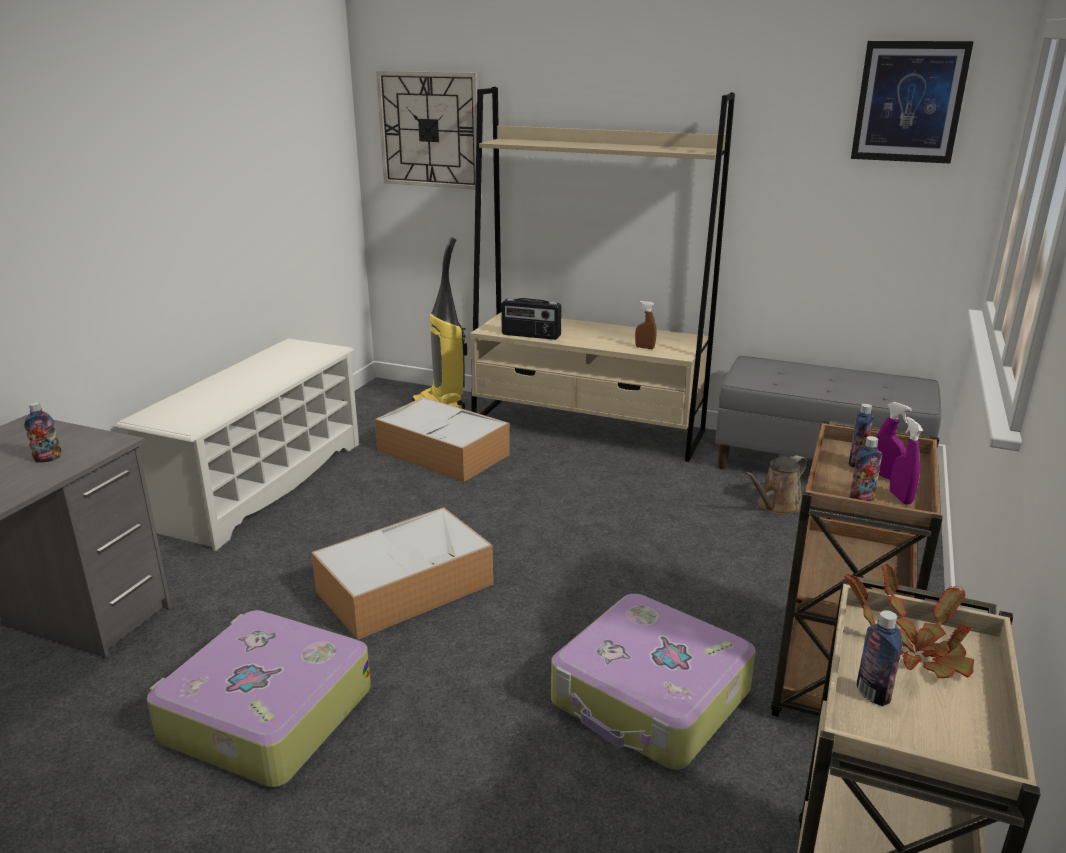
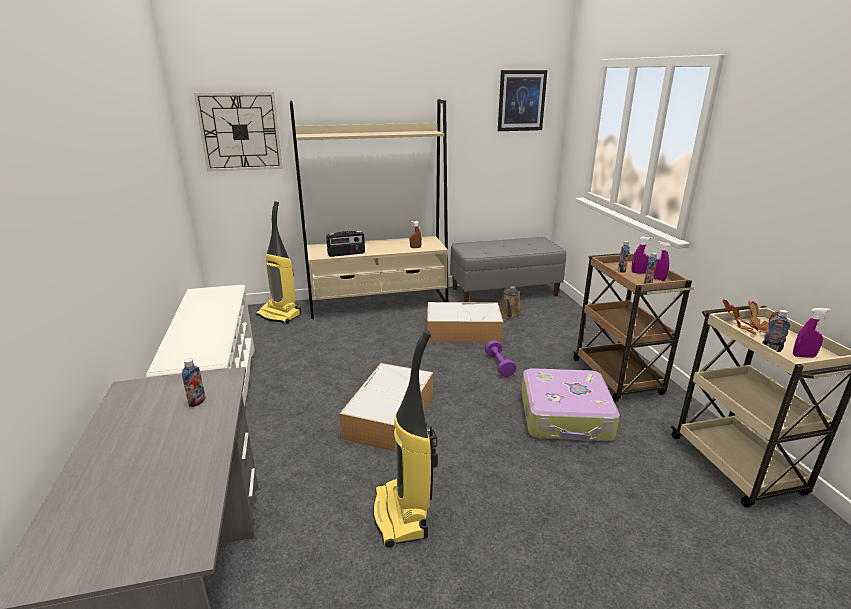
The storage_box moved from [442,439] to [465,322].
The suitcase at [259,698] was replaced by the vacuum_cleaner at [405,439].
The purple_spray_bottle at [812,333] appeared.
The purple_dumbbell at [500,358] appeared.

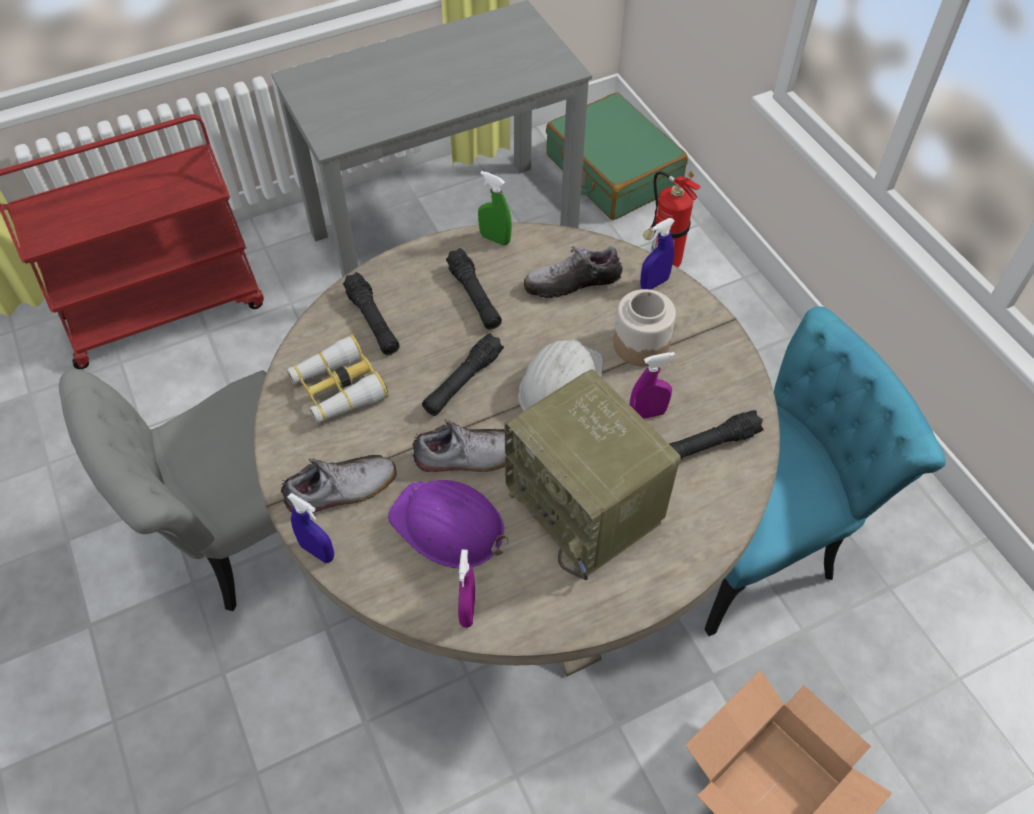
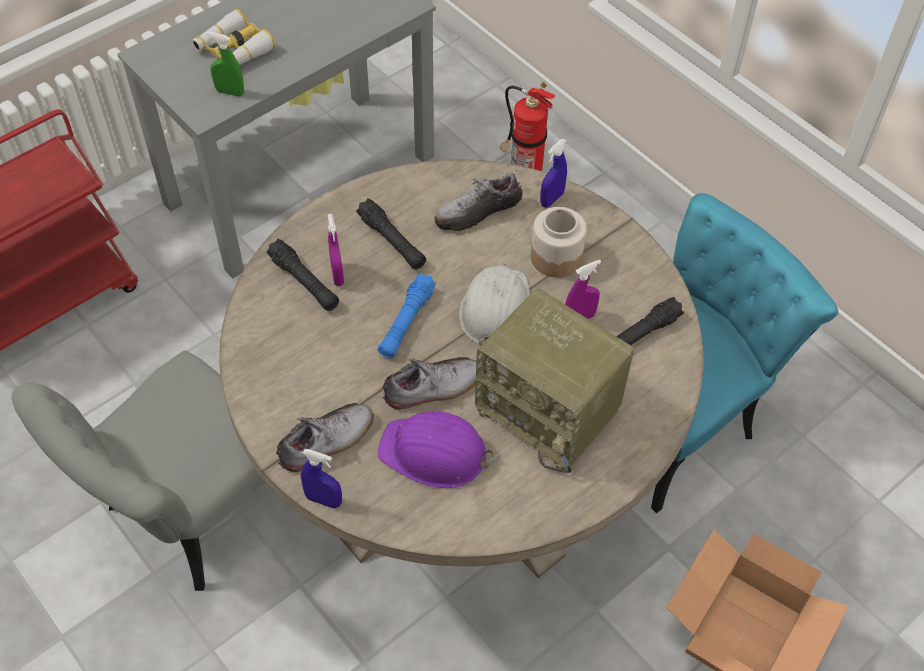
The green_suitcase at [617,156] disappeared.
The green_spray_bottle moved from [495,208] to [225,64].
The black_flashlight at [463,374] became the blue_flashlight at [407,315].
The binoculars moved from [337,379] to [234,37].
The purple_spray_bottle moved from [466,588] to [336,250].

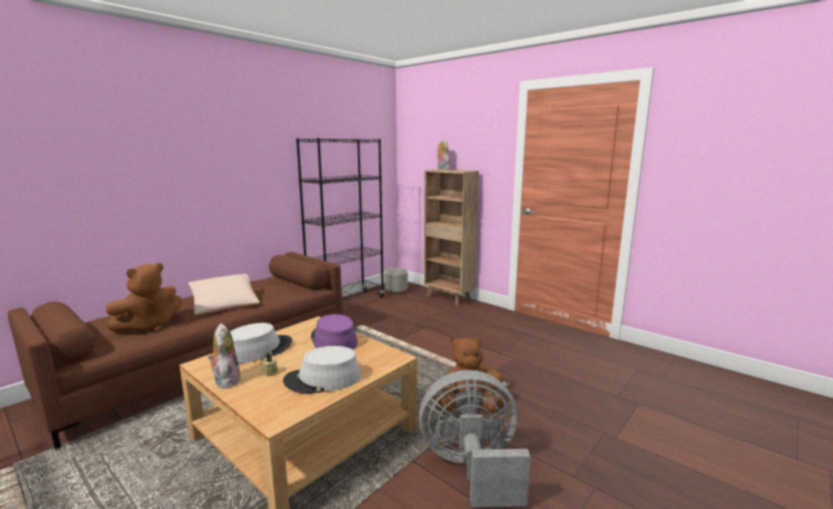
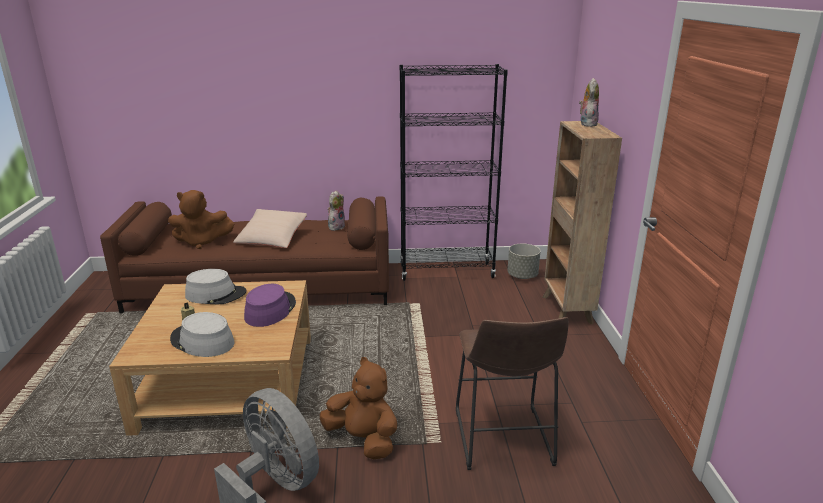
The plush_toy moved from [224,355] to [336,210].
The brown_stool at [512,393] appeared.

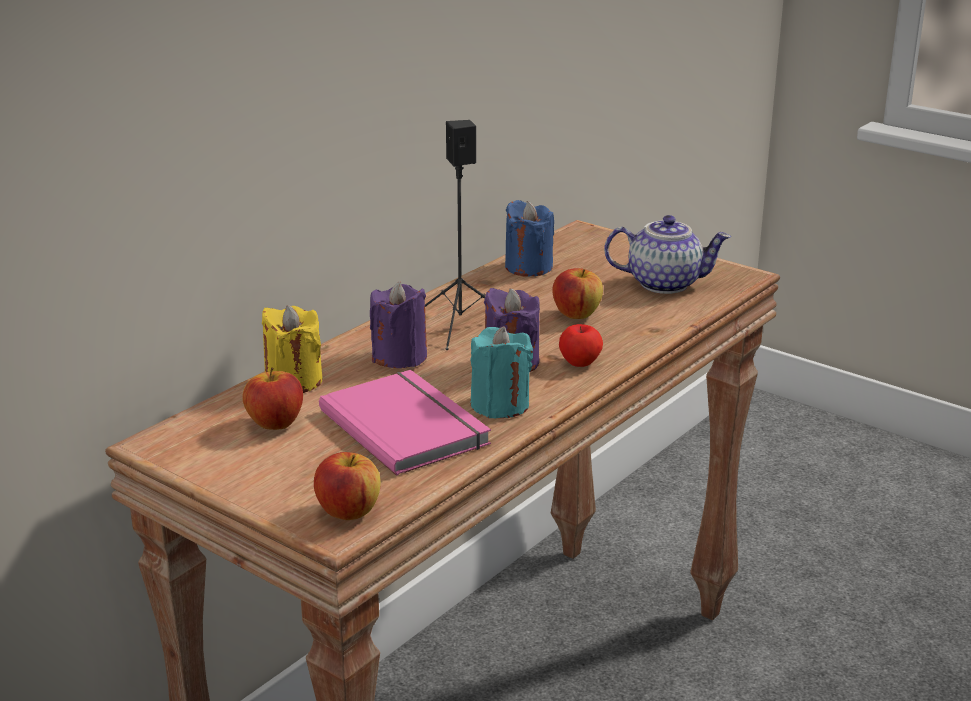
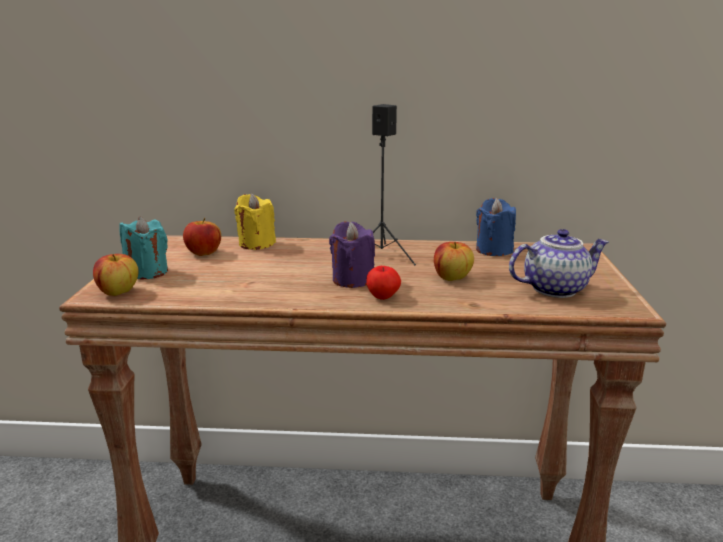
The teapot at [667,254] turned 75 degrees counterclockwise.
The purple_candle at [398,324] disappeared.
The turquoise_candle moved from [501,372] to [144,247].
The pink_book at [405,423] disappeared.

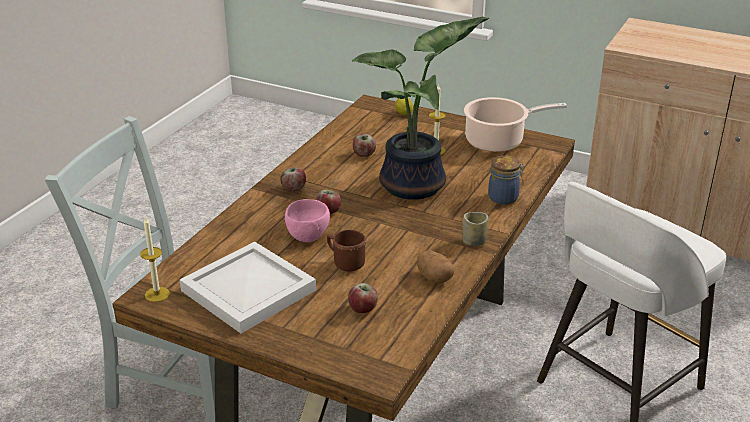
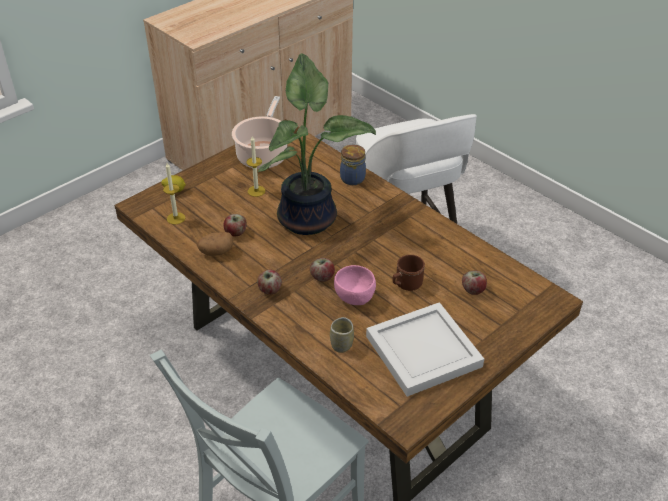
The cup moved from [475,229] to [342,335].
The candle moved from [155,259] to [174,194].
The potato moved from [435,267] to [215,244].

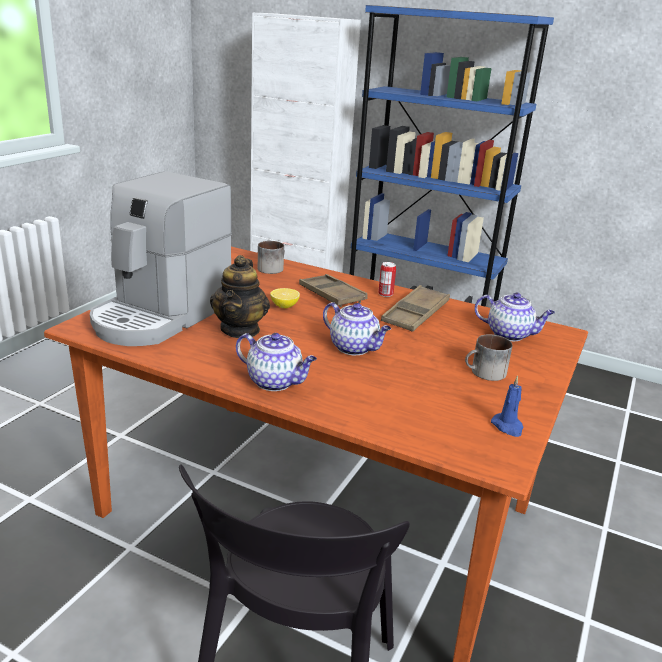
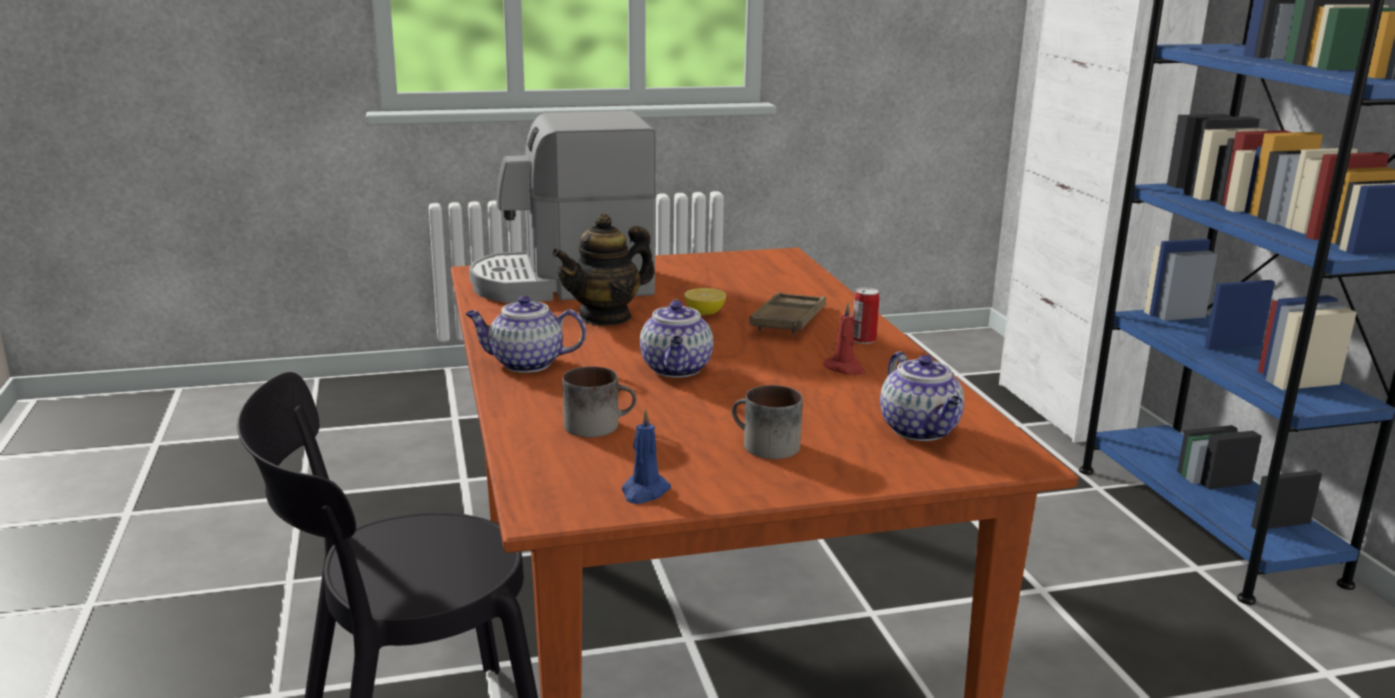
The mug moved from [271,257] to [600,401].
The brown_tray at [415,308] was replaced by the red_candle at [844,338].
The teapot at [276,362] turned 105 degrees clockwise.

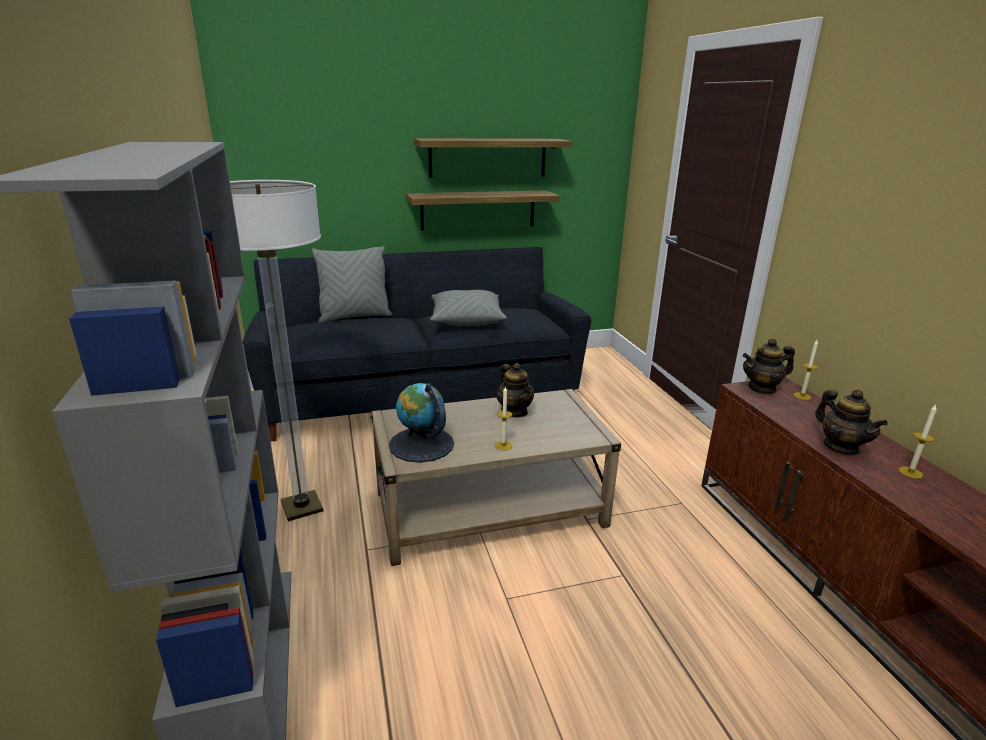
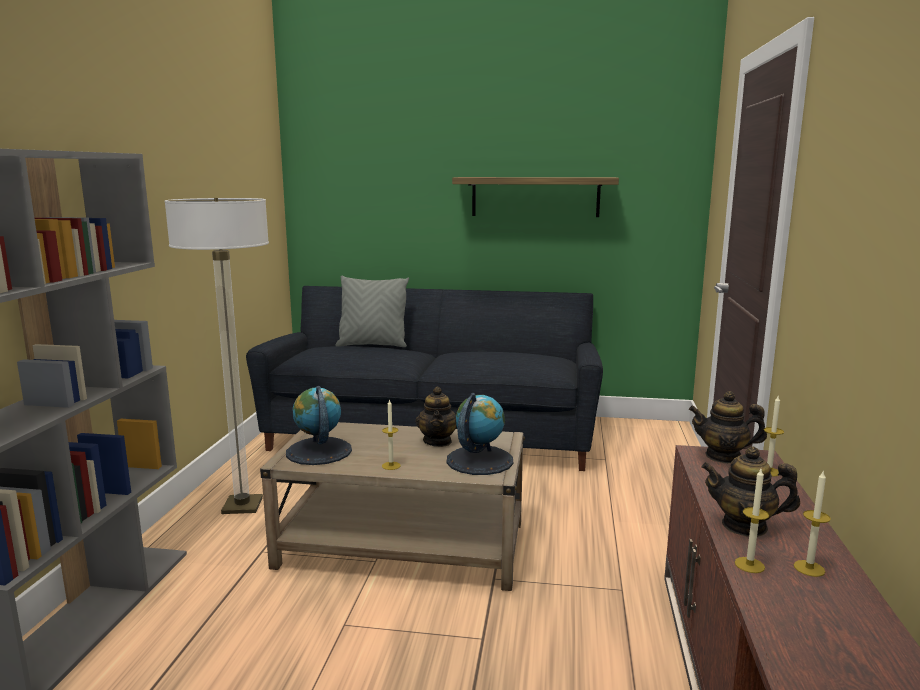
The shelf at [482,210] disappeared.
The grey_pillow at [468,308] disappeared.
The teapot at [851,422] turned 105 degrees clockwise.
The globe at [480,434] appeared.
The candle at [752,521] appeared.

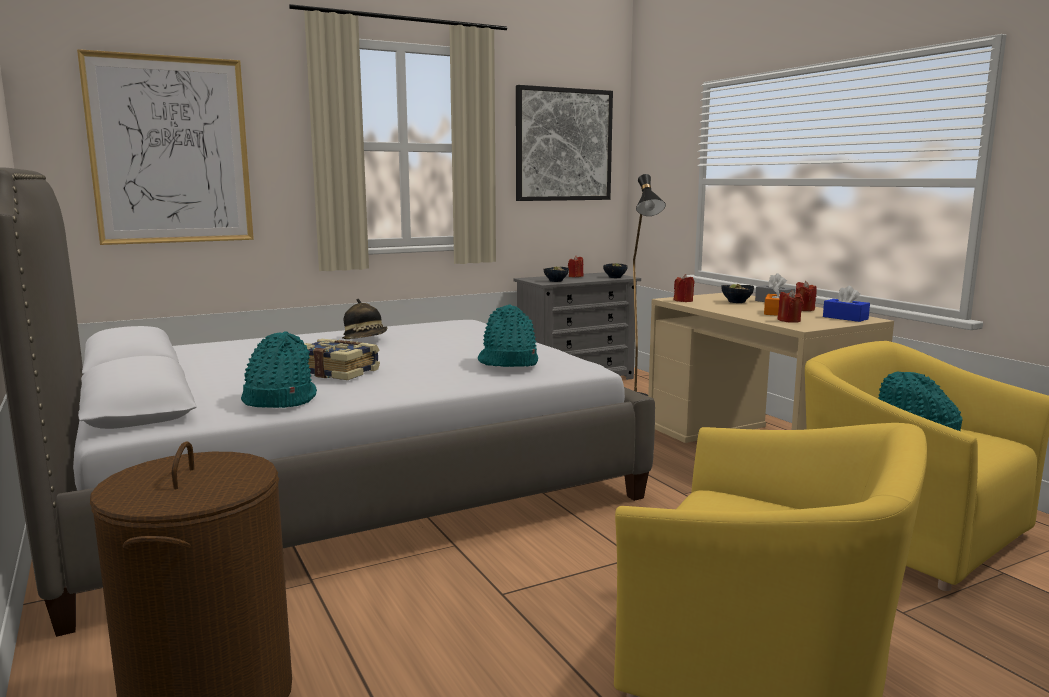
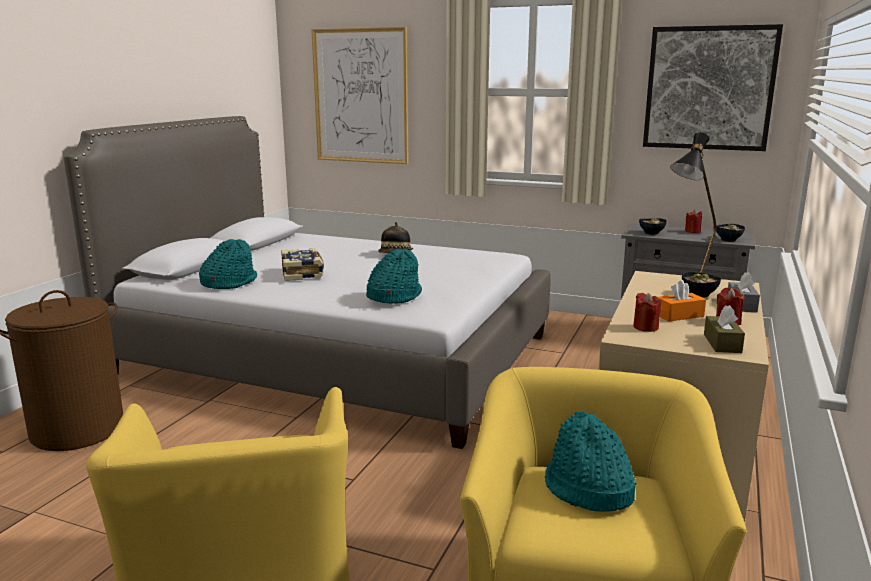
The red_candle at [684,288] disappeared.
The blue_tissue_box at [846,304] became the brown_tissue_box at [724,329].

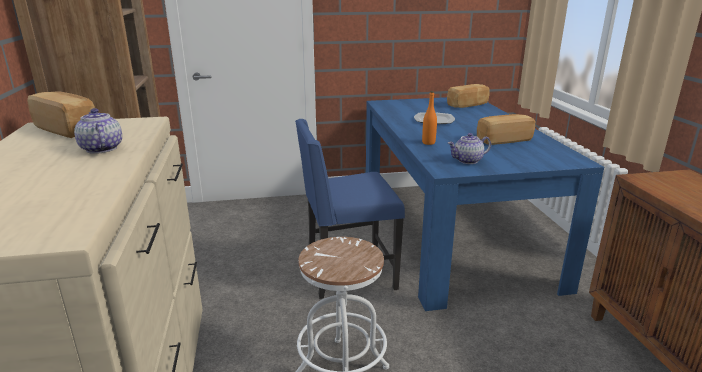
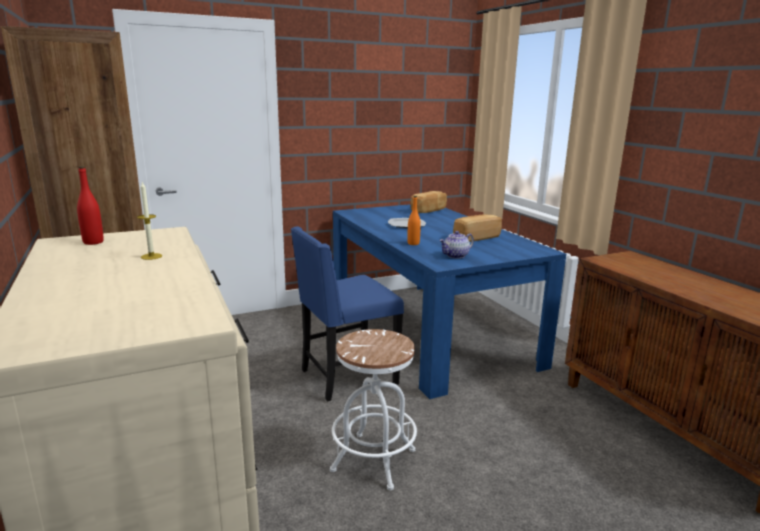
The bread at [61,115] was replaced by the red_bottle at [90,206].
The teapot at [98,131] was replaced by the candle at [150,220].

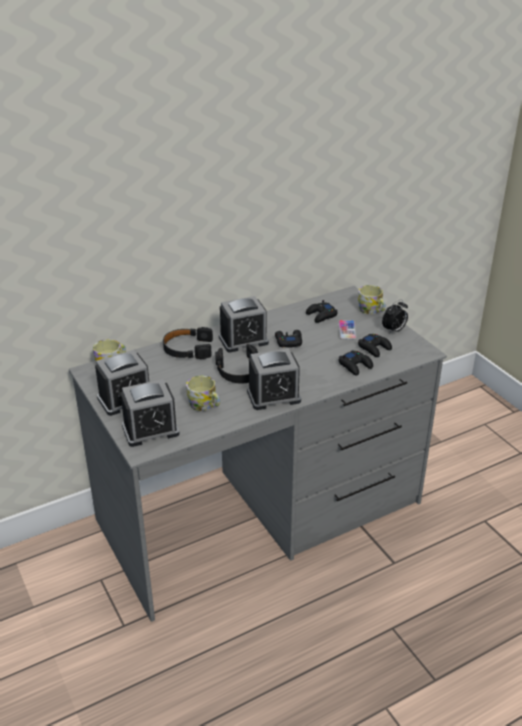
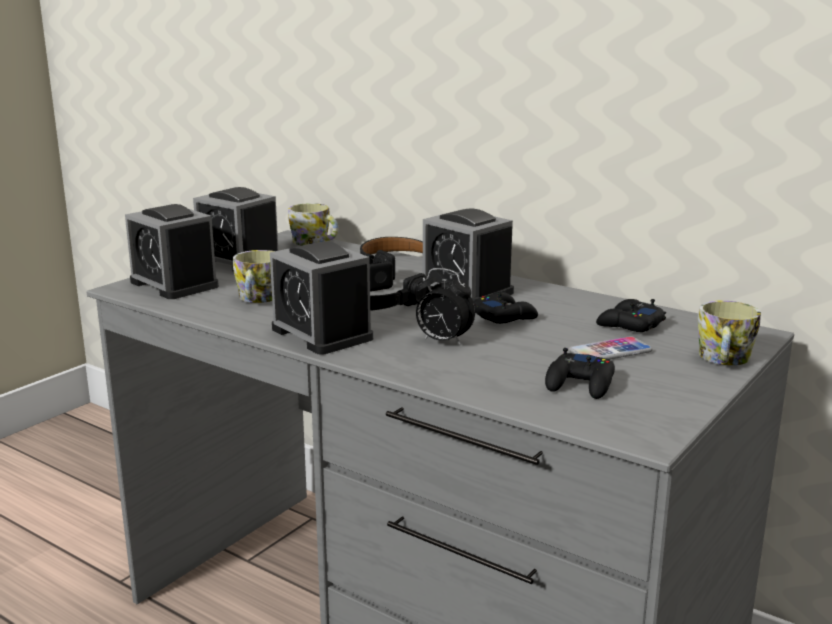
The alarm_clock moved from [395,317] to [445,306].
The black_game_controller at [356,363] disappeared.

